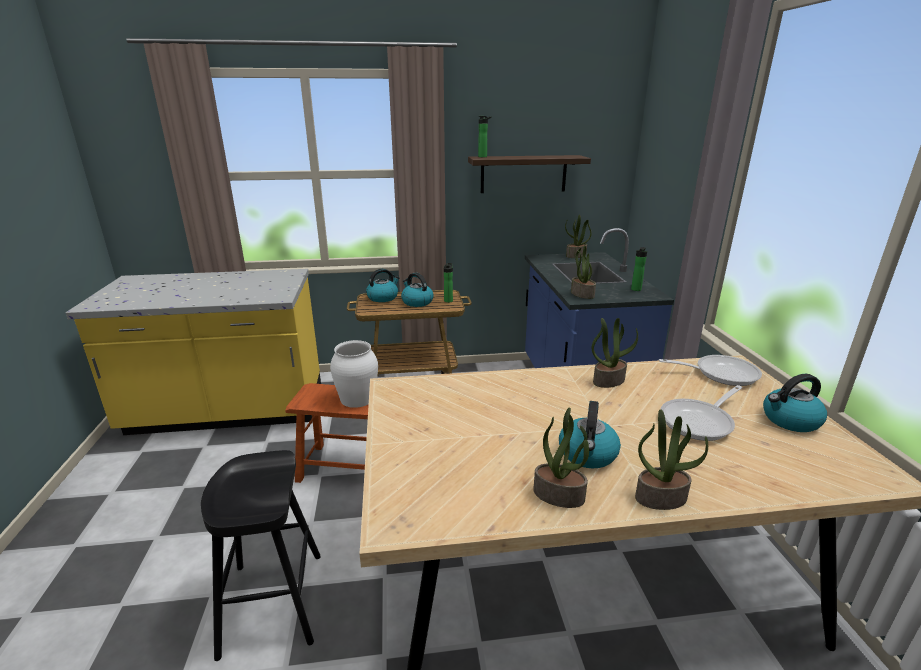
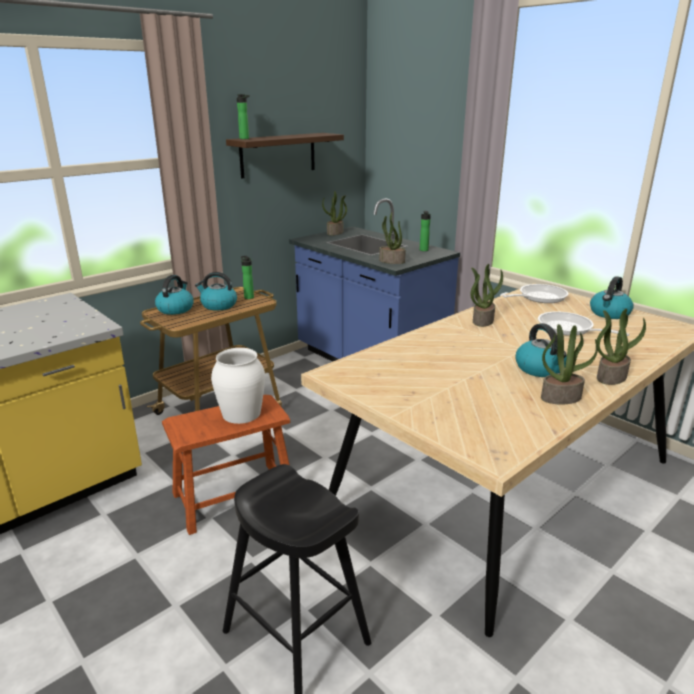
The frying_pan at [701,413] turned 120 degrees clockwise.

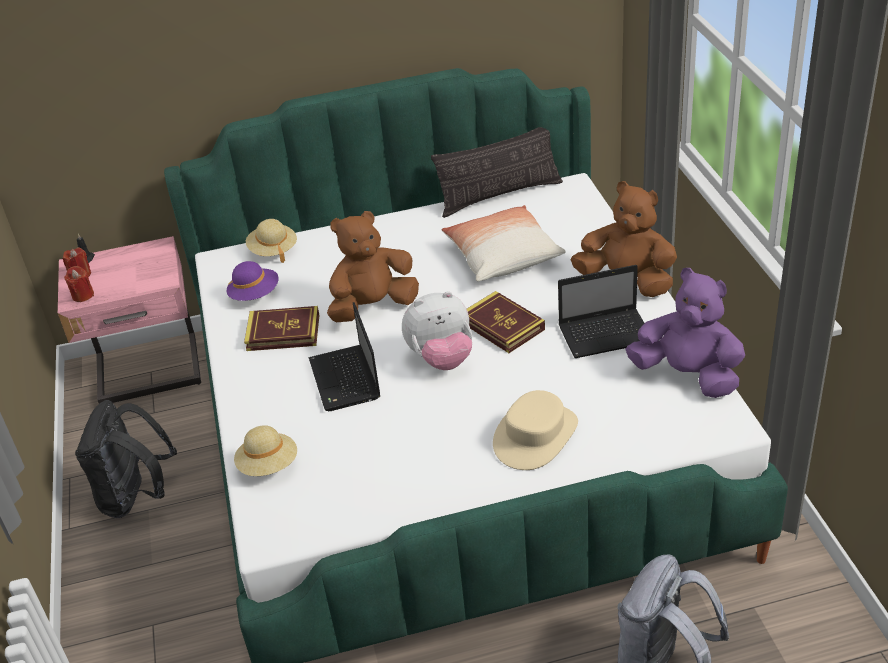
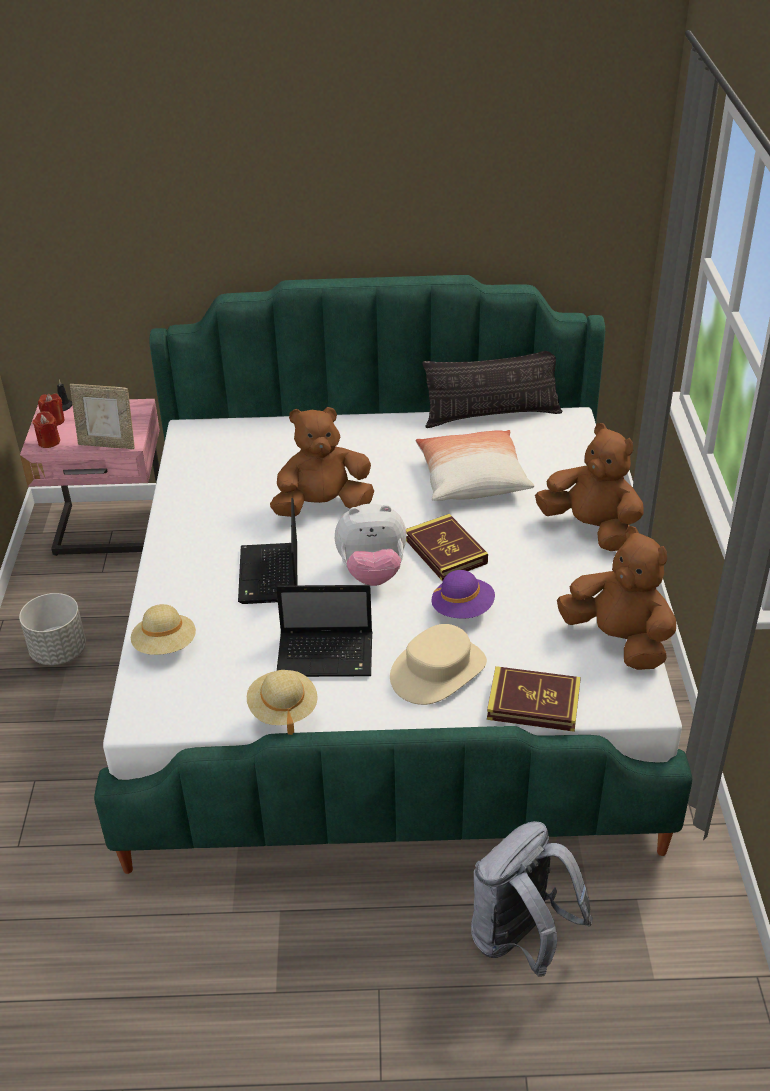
The beige_hat moved from [271,241] to [282,702].
The purple_hat moved from [253,281] to [463,594].
The laptop moved from [601,311] to [324,631].
The purple_plush_toy at [685,333] became the brown_plush_toy at [616,598].
The book moved from [281,328] to [534,699].
The black_backpack at [126,459] was replaced by the grey_planter at [52,629].
The picture_frame at [102,416] appeared.

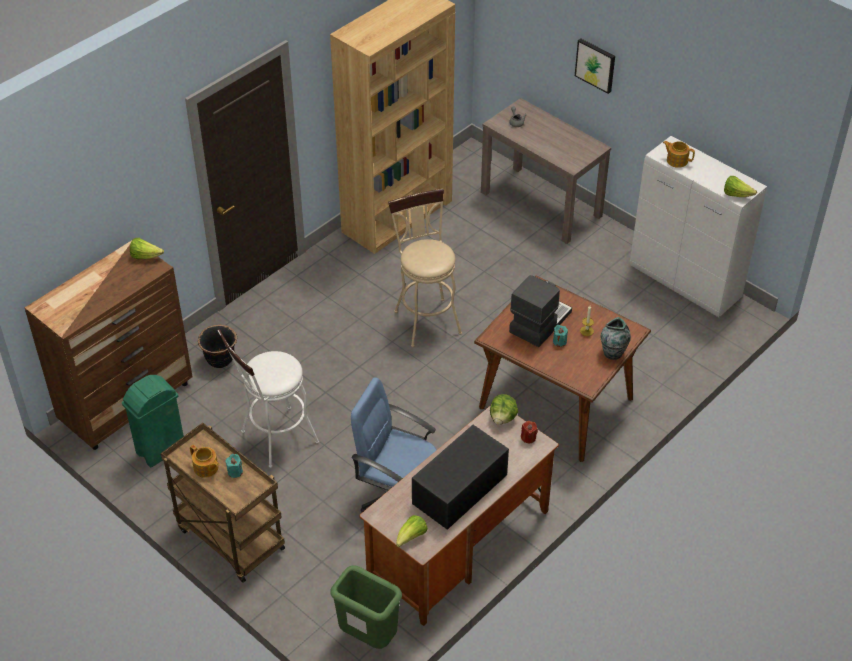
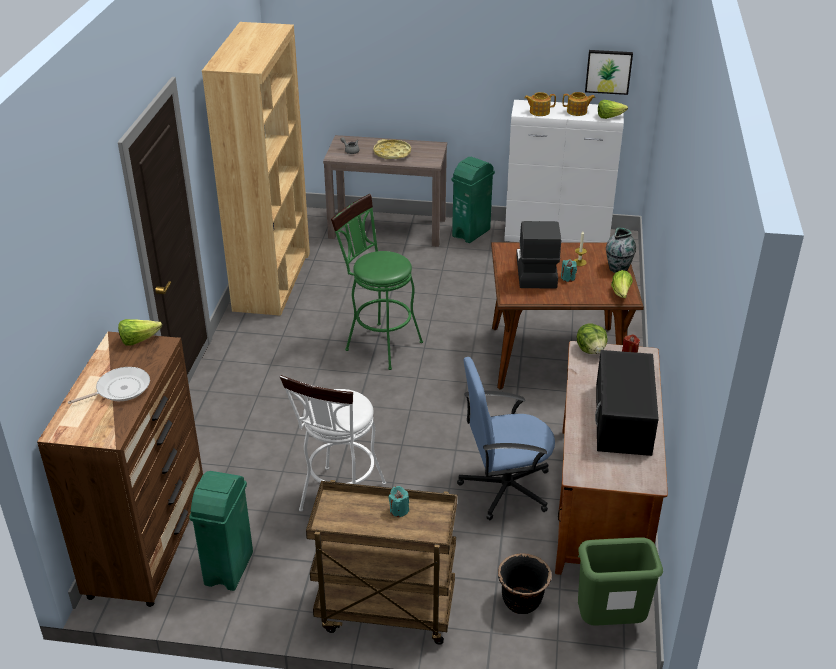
The picture moved from [595,66] to [609,72].
The beige_stool at [425,268] became the green_stool at [377,282].
The black_planter moved from [217,346] to [525,583].
The teapot moved from [204,461] to [579,104].
The lettuce moved from [412,531] to [622,284].
The yellow_tray at [392,149] appeared.
The green_trash_can at [473,200] appeared.
The frying_pan at [109,385] appeared.

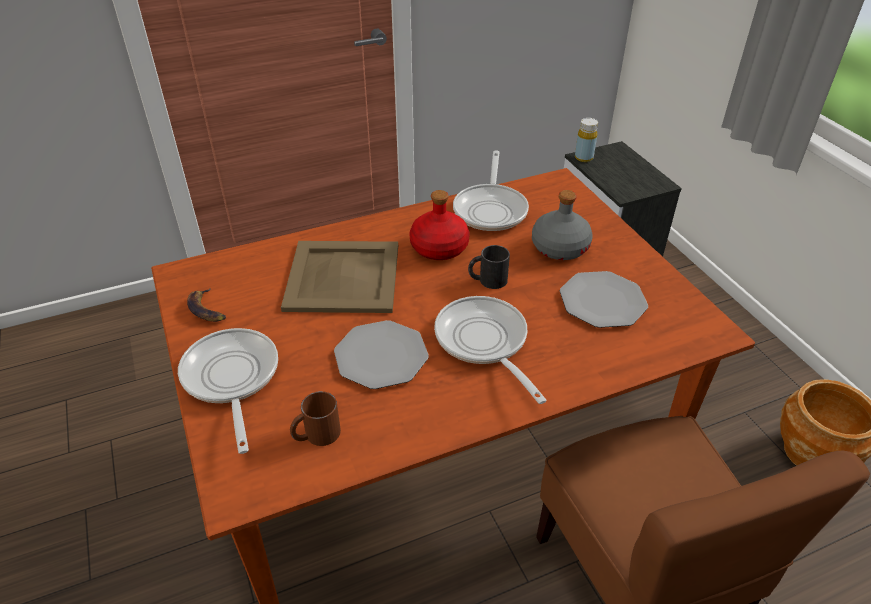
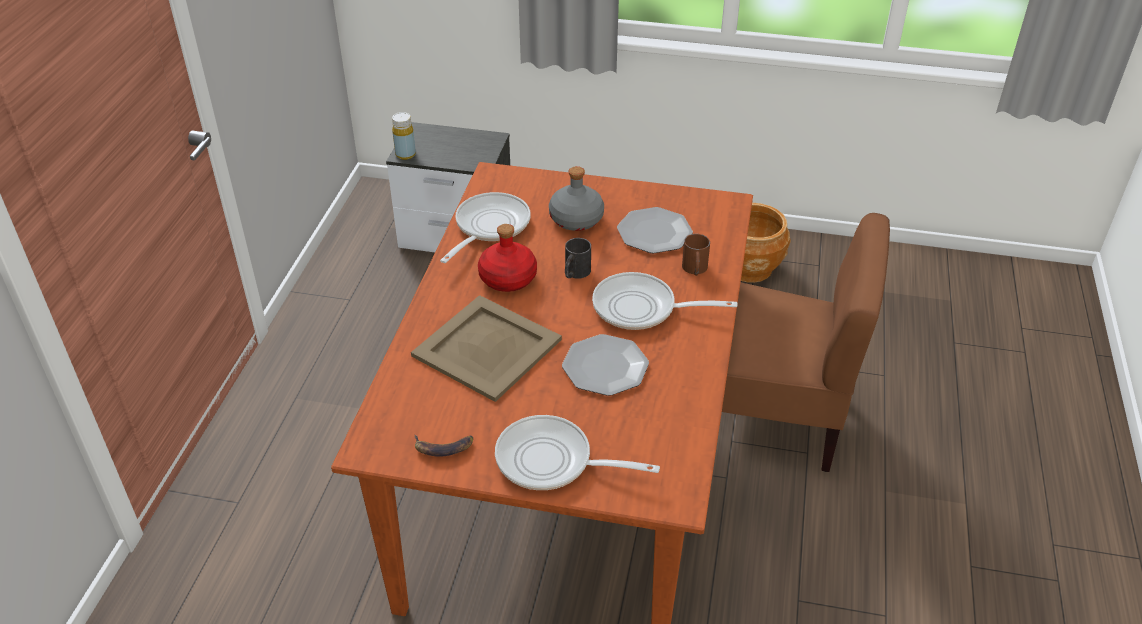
The frying_pan at [491,190] turned 105 degrees counterclockwise.
The brown_mug moved from [315,418] to [696,255].

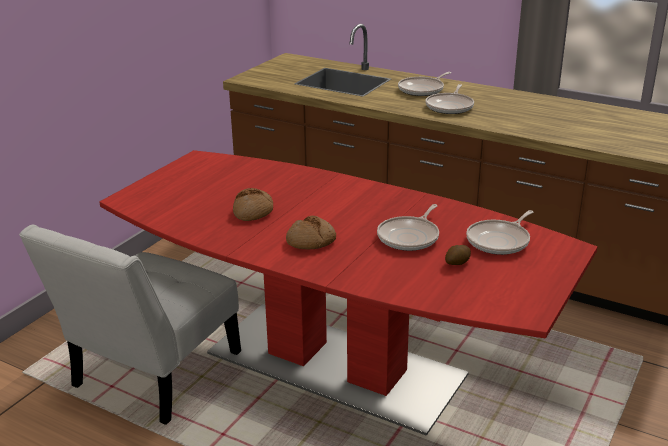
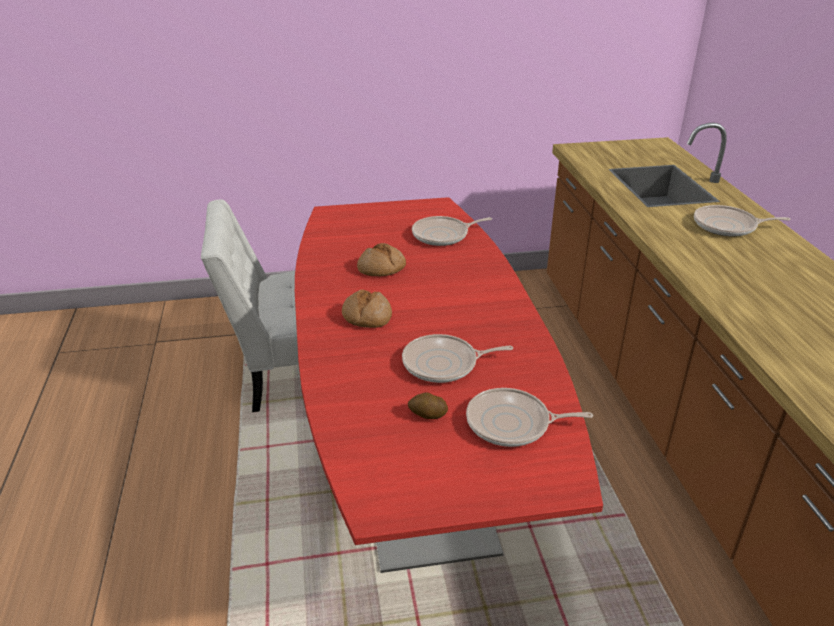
The frying_pan moved from [449,99] to [452,231].

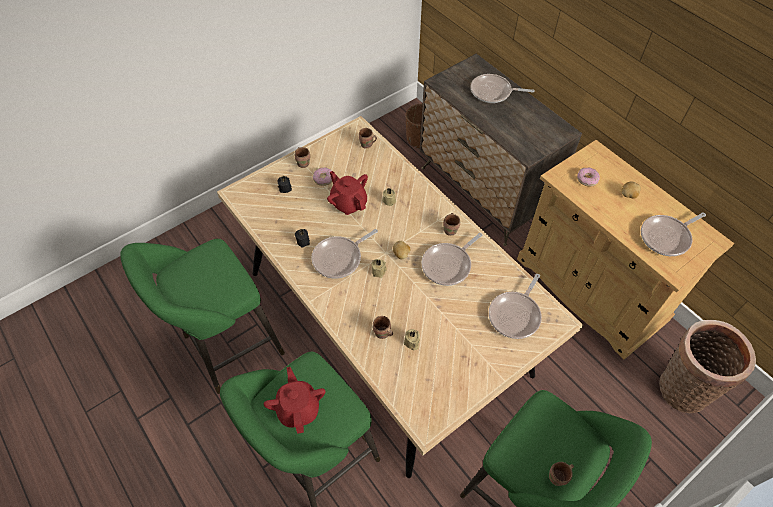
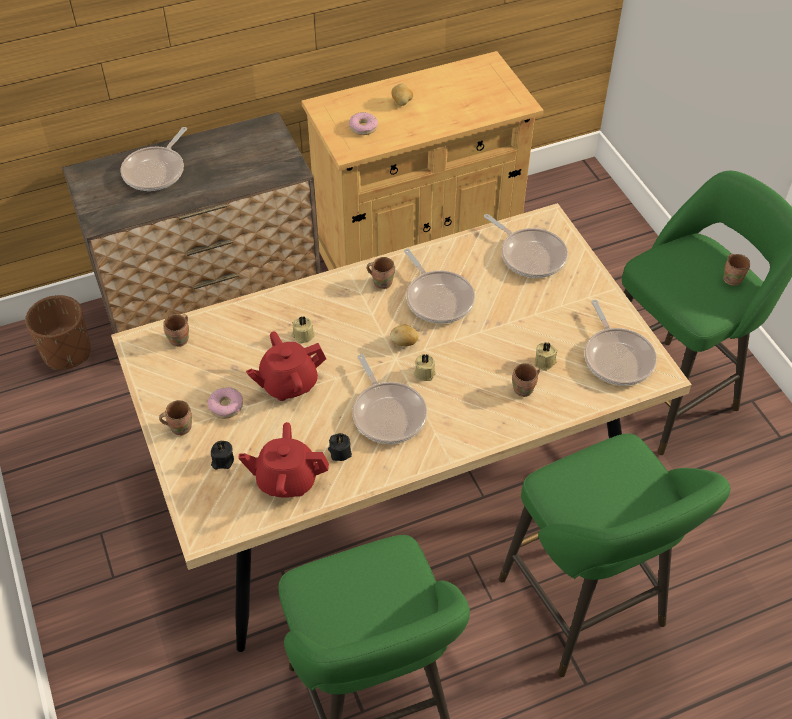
The frying_pan moved from [673,234] to [620,343].
The basket at [707,366] disappeared.
The red_teapot moved from [294,400] to [284,460].

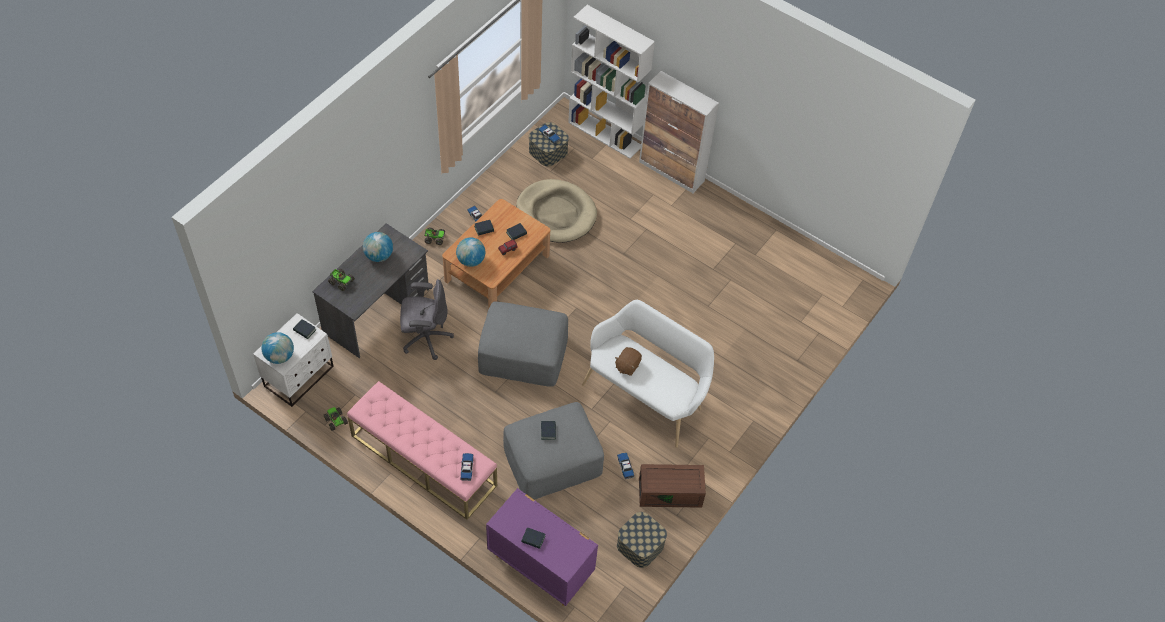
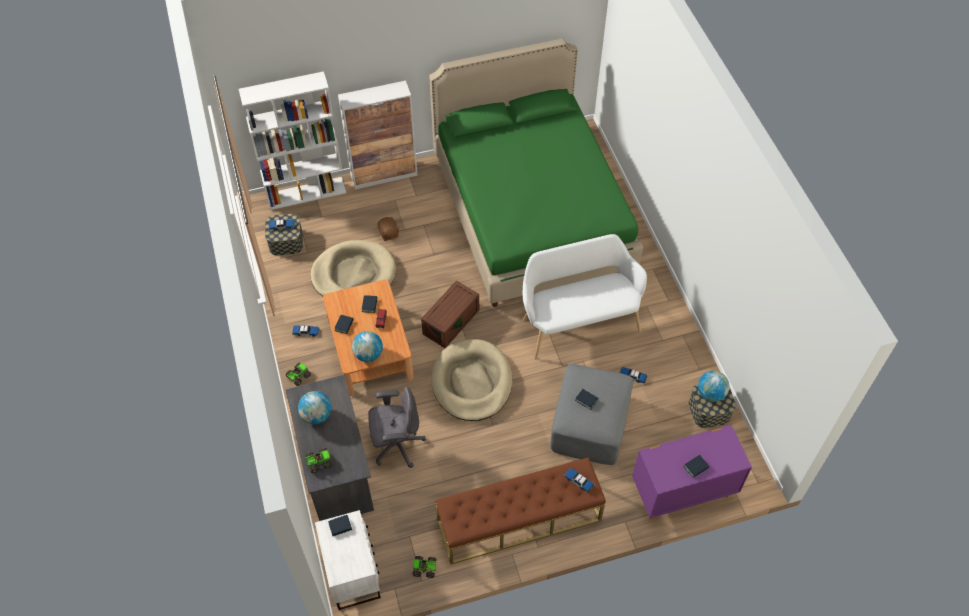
The grey_office_chair at [427,319] turned 45 degrees clockwise.
The grey_ottoman at [523,344] was replaced by the beige_dog_bed at [471,380].
The globe moved from [278,348] to [714,386].
The brown_plush_toy moved from [628,361] to [388,229].
The pink_bench at [422,450] became the brown_bench at [521,510].
The brown_storage_box moved from [672,486] to [450,314].
The green_bed at [536,172] appeared.

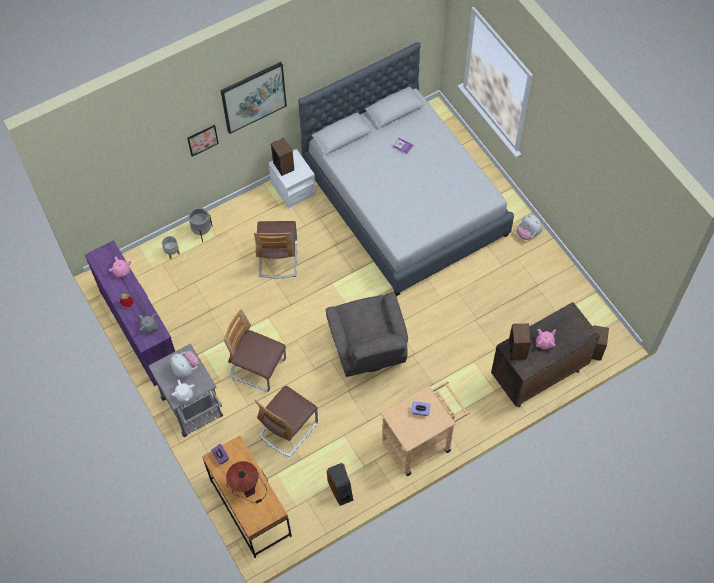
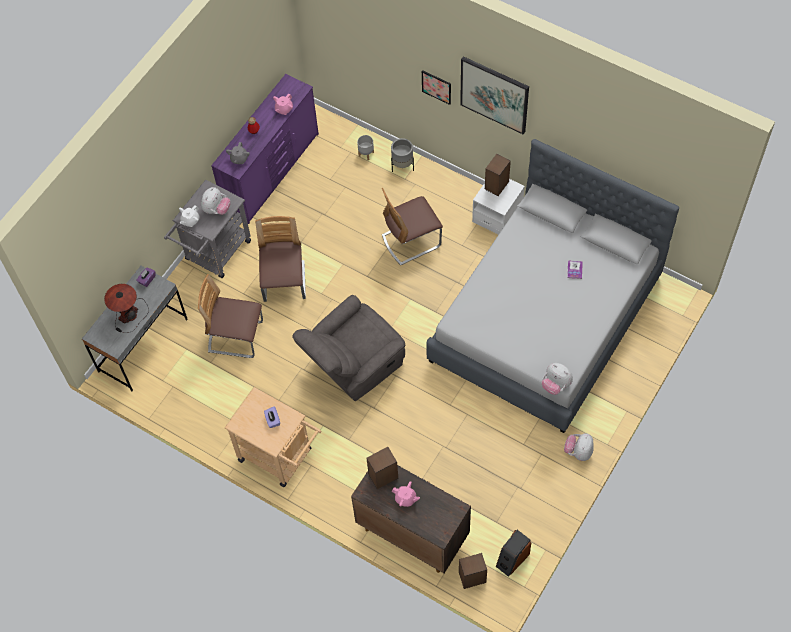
The brown_desk at [247,497] became the grey_desk at [135,328].
The speaker moved from [340,484] to [513,553].
The plush_toy at [557,379] appeared.

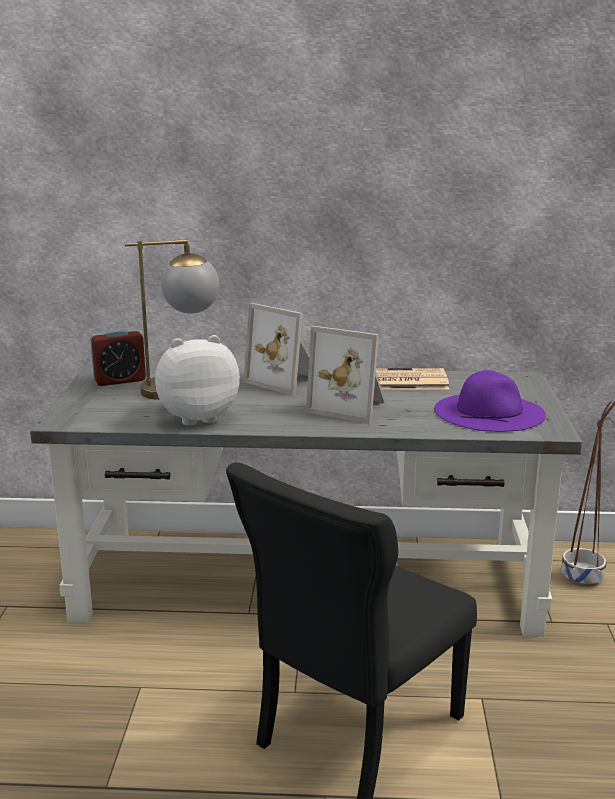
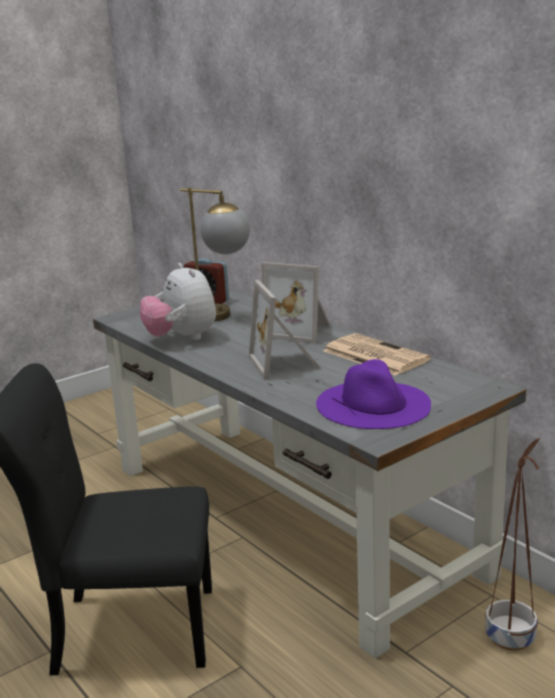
The picture_frame at [276,349] turned 60 degrees counterclockwise.
The plush_toy at [197,380] turned 150 degrees counterclockwise.

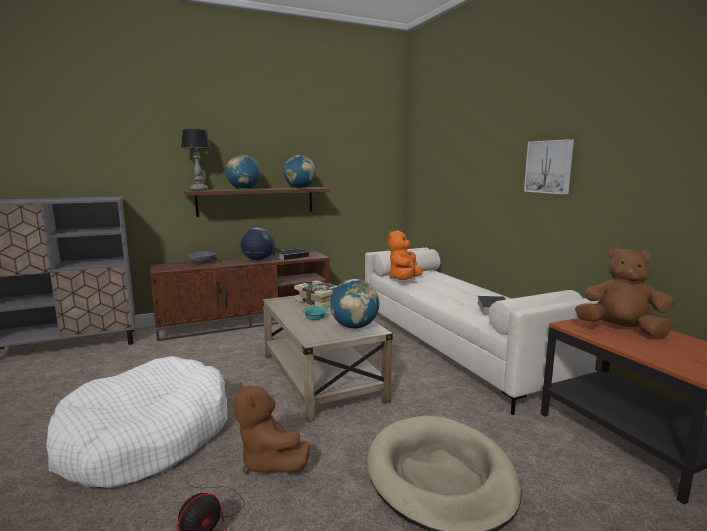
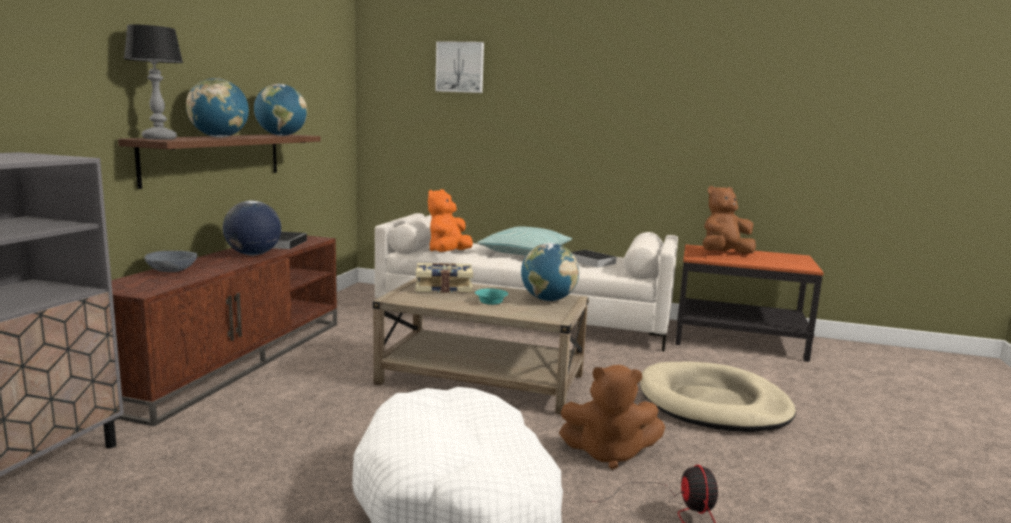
The picture moved from [549,166] to [459,67].
The orange_plush_toy at [405,255] turned 45 degrees clockwise.
The pillow at [524,241] appeared.

